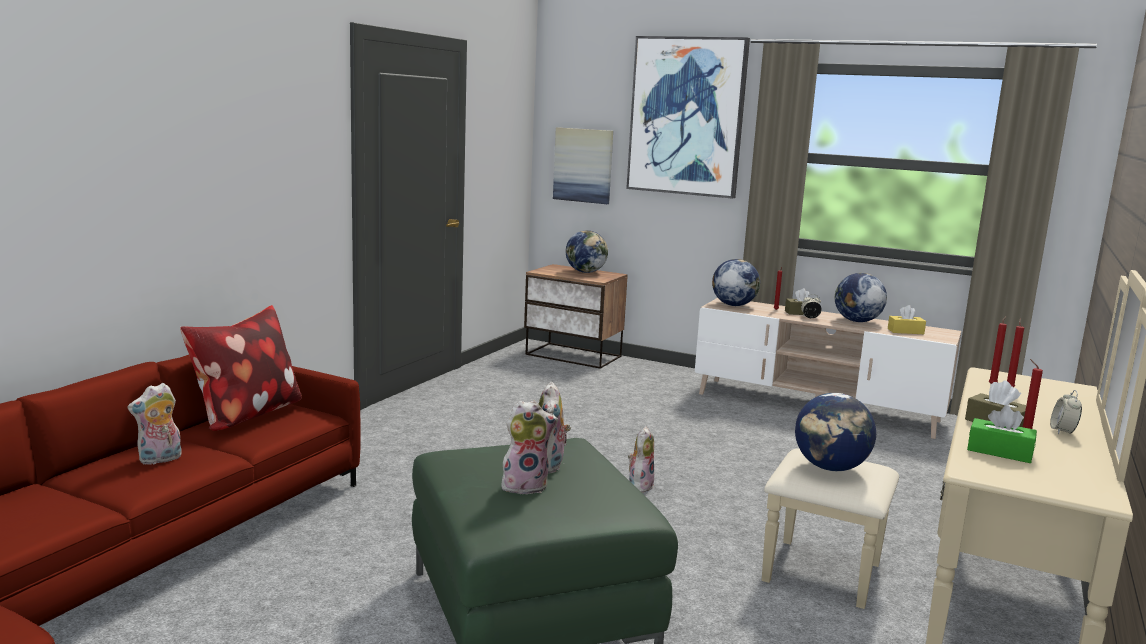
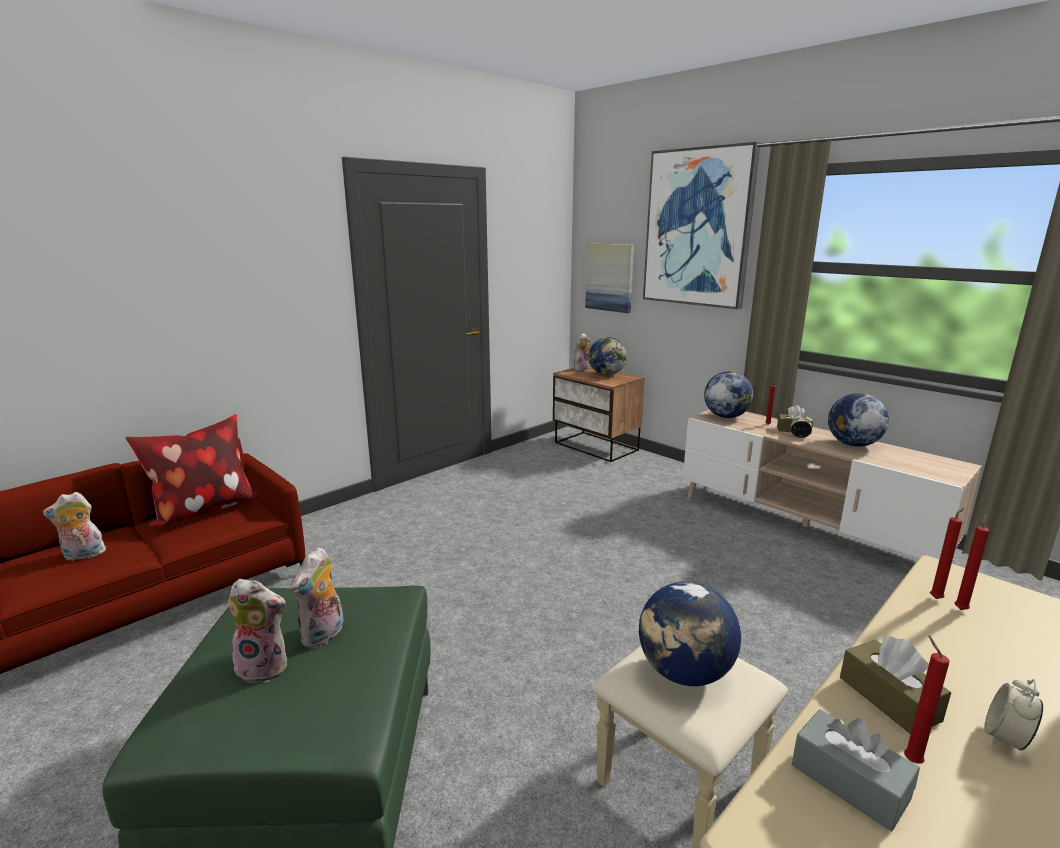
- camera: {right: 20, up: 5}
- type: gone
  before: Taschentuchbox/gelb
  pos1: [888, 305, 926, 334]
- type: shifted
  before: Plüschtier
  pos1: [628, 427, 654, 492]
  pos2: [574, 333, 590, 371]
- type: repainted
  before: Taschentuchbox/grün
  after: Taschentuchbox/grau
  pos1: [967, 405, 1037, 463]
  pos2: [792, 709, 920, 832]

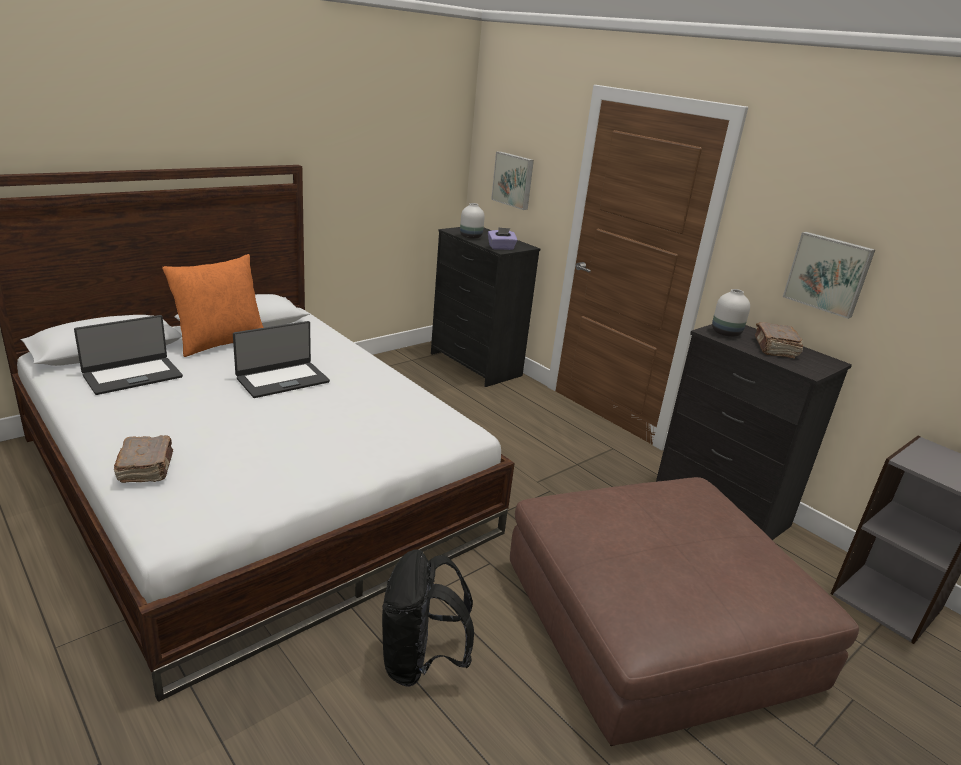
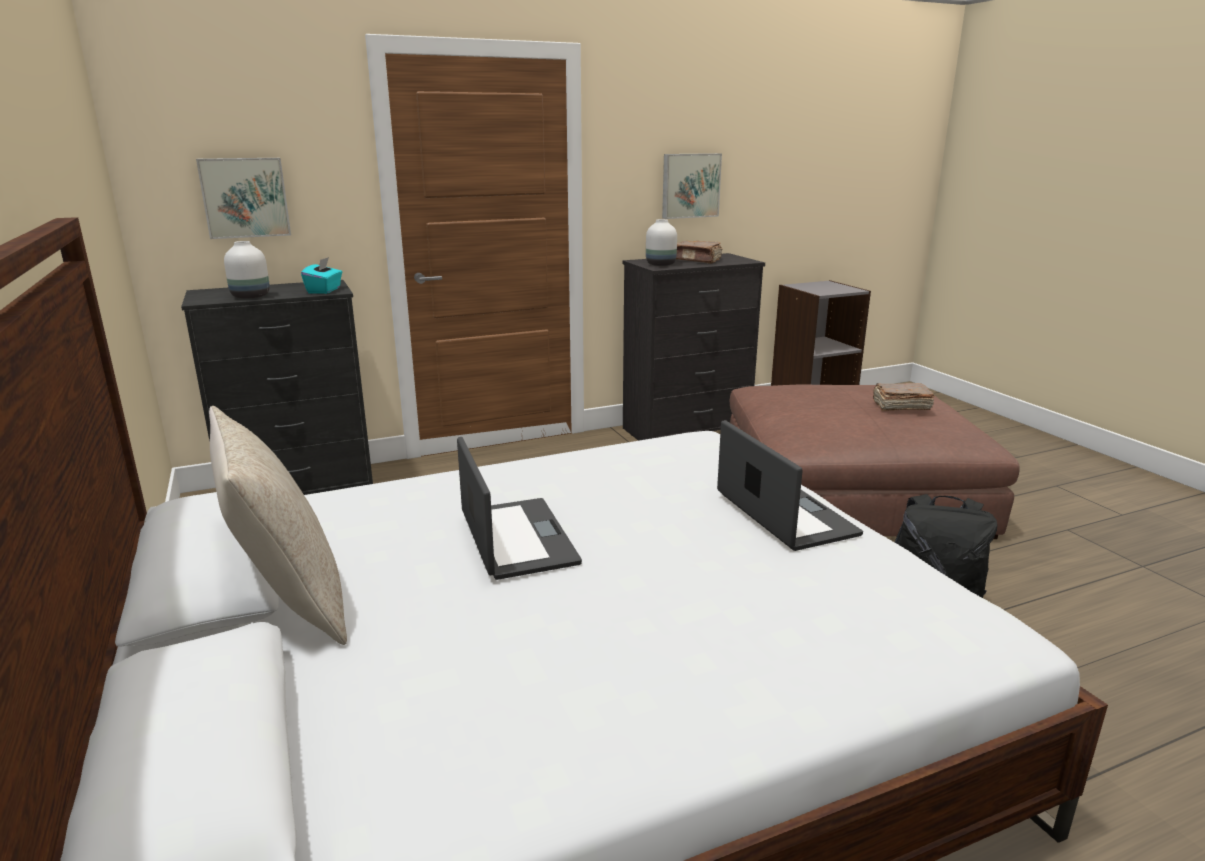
- camera: {right: -70, up: -5}
- type: shifted
  before: Laptop
  pos1: [74, 315, 183, 395]
  pos2: [717, 420, 863, 551]
- type: shifted
  before: Buch/braun
  pos1: [114, 435, 173, 483]
  pos2: [873, 383, 935, 411]
- type: repainted
  before: Kissen/orange
  after: Kissen/beige
  pos1: [162, 254, 264, 357]
  pos2: [209, 406, 347, 645]
- type: repainted
  before: Taschentuchbox/lila
  after: Taschentuchbox/türkis
  pos1: [488, 228, 518, 250]
  pos2: [301, 257, 342, 294]

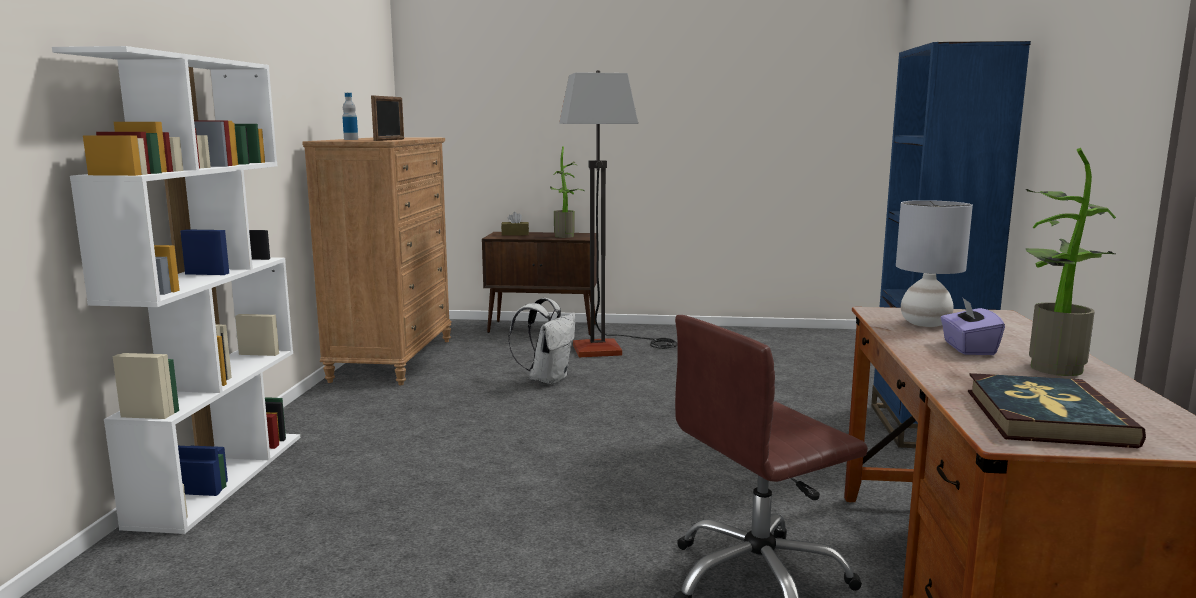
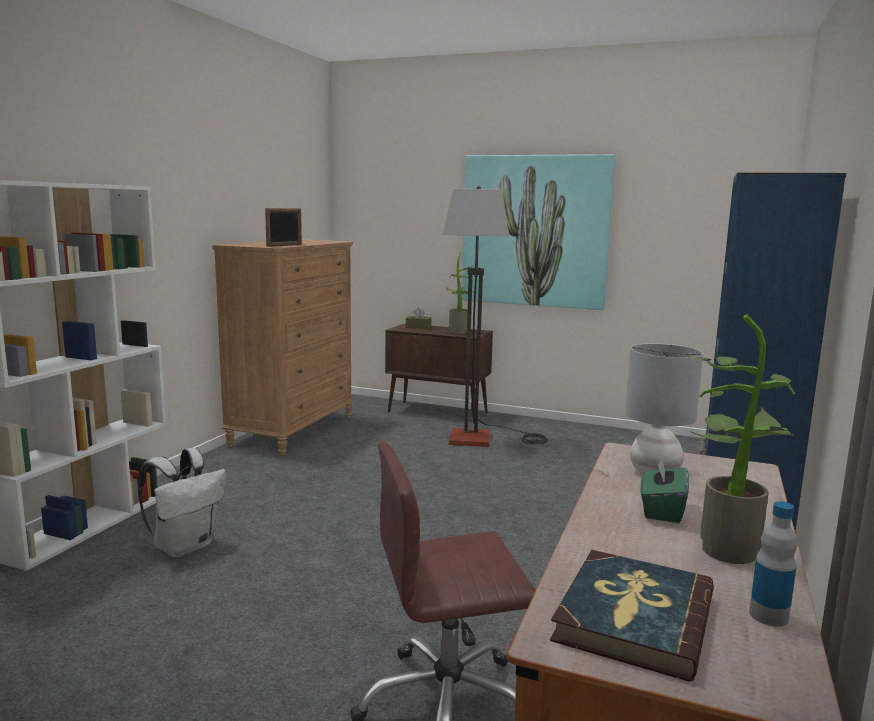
- camera: {right: 15, up: 0}
- type: new
  after: Bild
  pos2: [462, 154, 615, 310]
- type: shifted
  before: Flasche
  pos1: [342, 93, 358, 140]
  pos2: [749, 501, 798, 626]
- type: shifted
  before: Rucksack/weiß
  pos1: [508, 298, 575, 385]
  pos2: [138, 448, 226, 557]
- type: repainted
  before: Taschentuchbox/lila
  after: Taschentuchbox/grün
  pos1: [941, 297, 1005, 355]
  pos2: [641, 456, 689, 523]

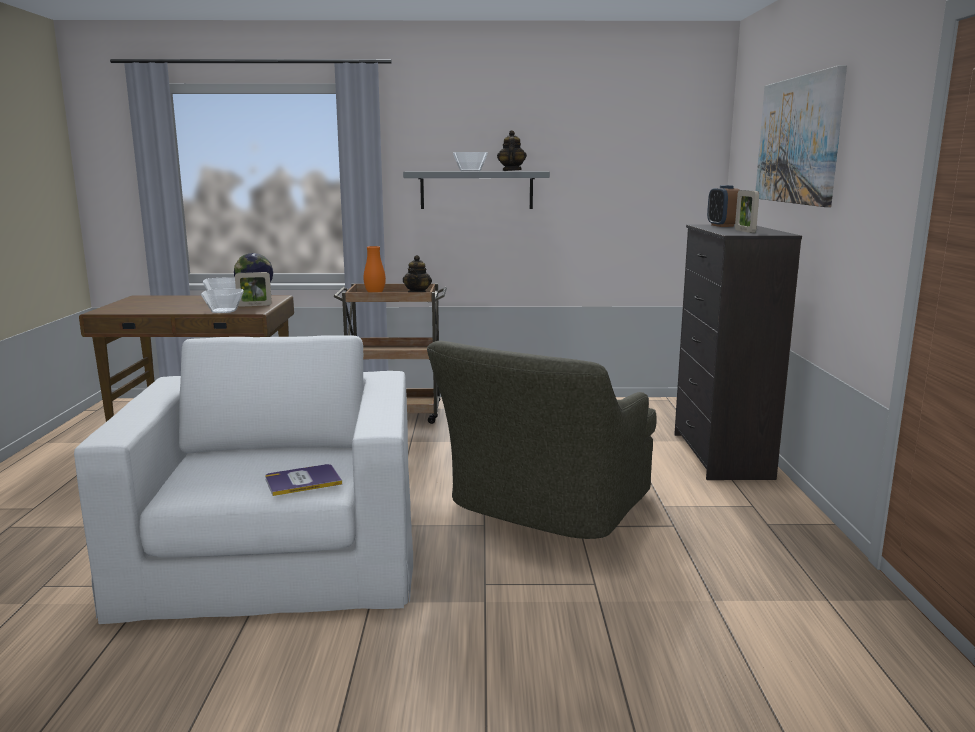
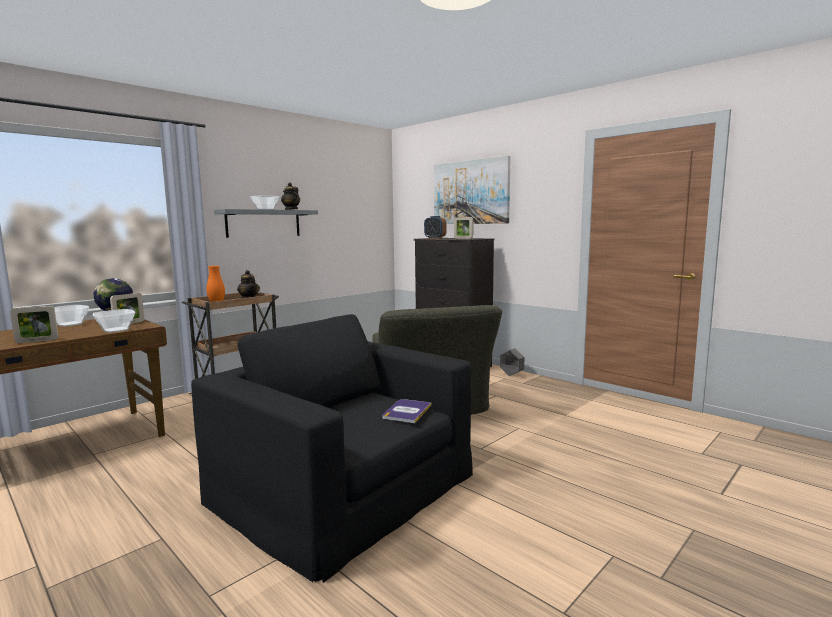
- camera: {right: -45, up: -5}
- type: new
  after: Bilderrahmen
  pos2: [10, 306, 58, 343]
- type: new
  after: Pflanzkübel/grau
  pos2: [500, 348, 524, 376]
- type: repainted
  before: Sessel/weiß
  after: Sessel/schwarz
  pos1: [74, 335, 413, 624]
  pos2: [191, 314, 473, 583]

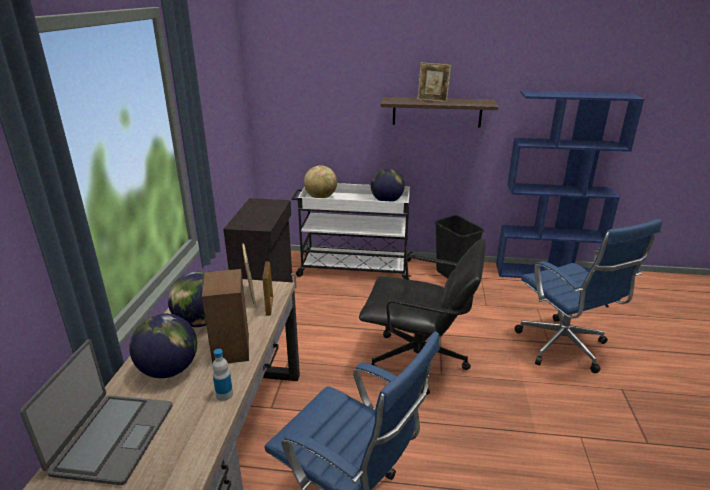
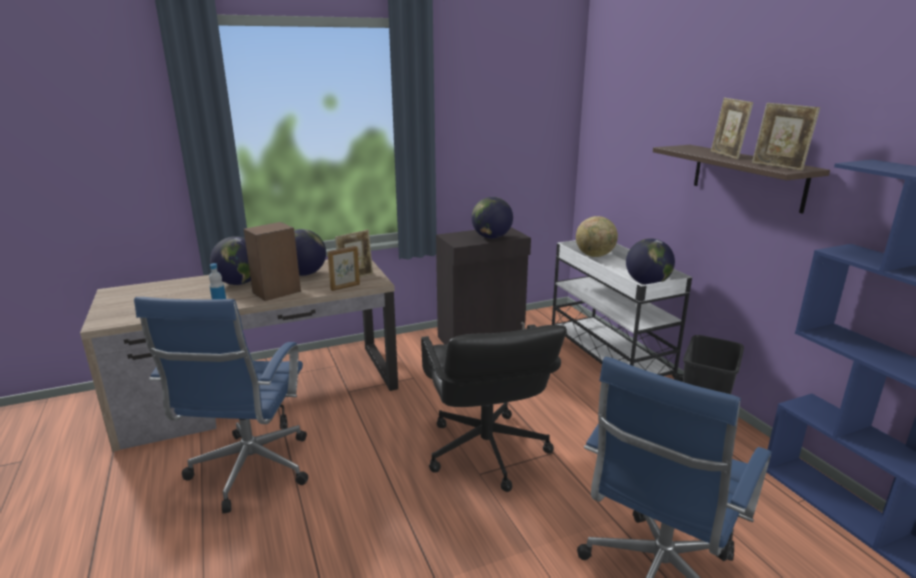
- camera: {right: 60, up: -5}
- type: gone
  before: Laptop
  pos1: [20, 339, 172, 485]
- type: new
  after: Globus
  pos2: [471, 197, 513, 239]
- type: new
  after: Bilderrahmen
  pos2: [752, 103, 820, 171]

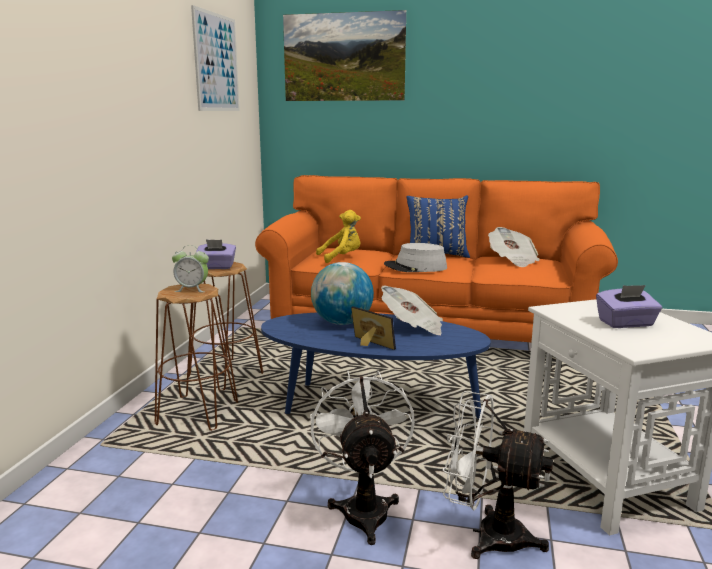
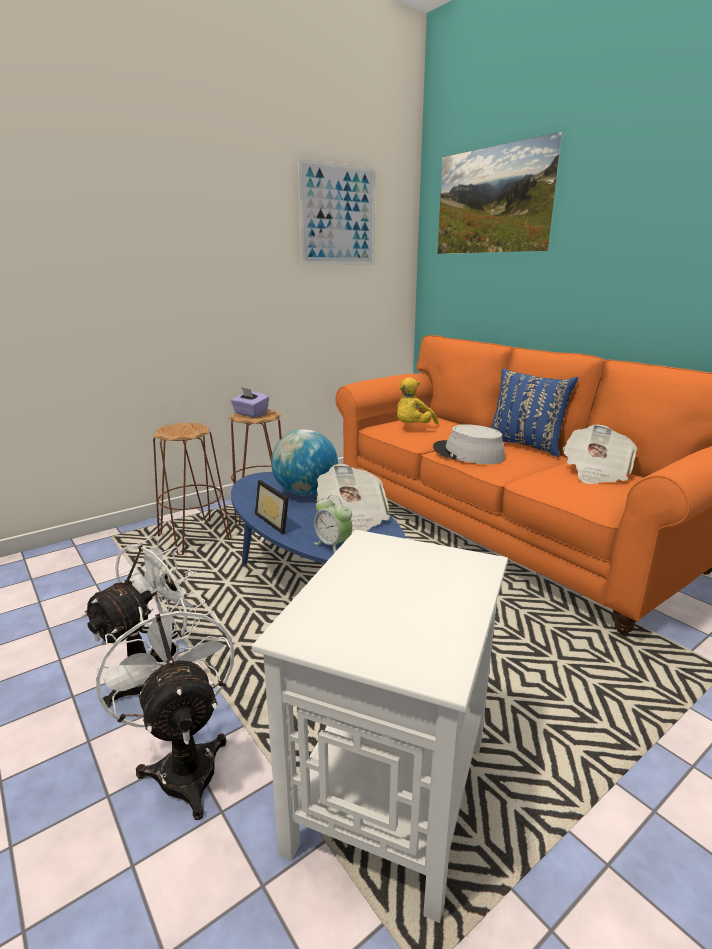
- camera: {right: 40, up: 5}
- type: gone
  before: Taschentuchbox/lila
  pos1: [596, 285, 662, 328]
- type: shifted
  before: Wecker
  pos1: [172, 245, 209, 292]
  pos2: [314, 495, 352, 553]
- type: rotated
  before: Plüschtier/gelb
  pos1: [316, 210, 361, 263]
  pos2: [397, 378, 438, 424]
  turn: 105
- type: rotated
  before: Bilderrahmen
  pos1: [351, 306, 396, 350]
  pos2: [255, 480, 289, 534]
  turn: 150

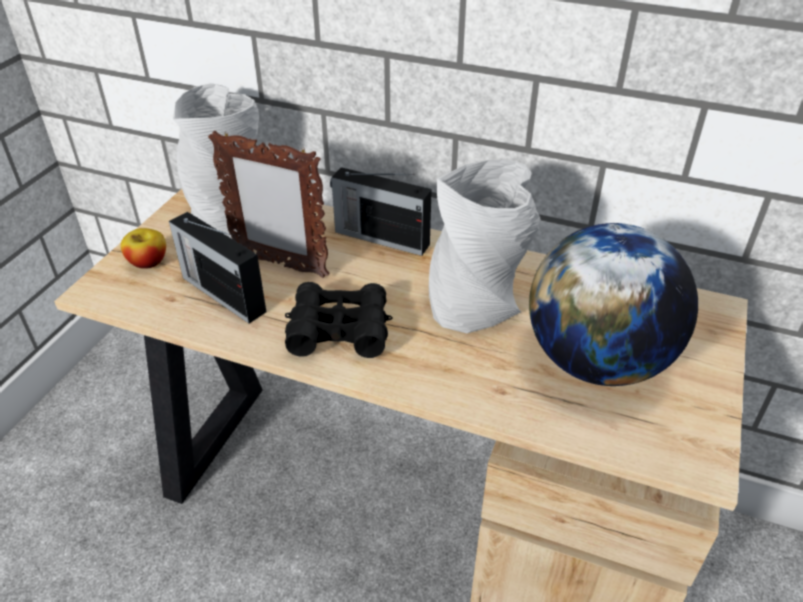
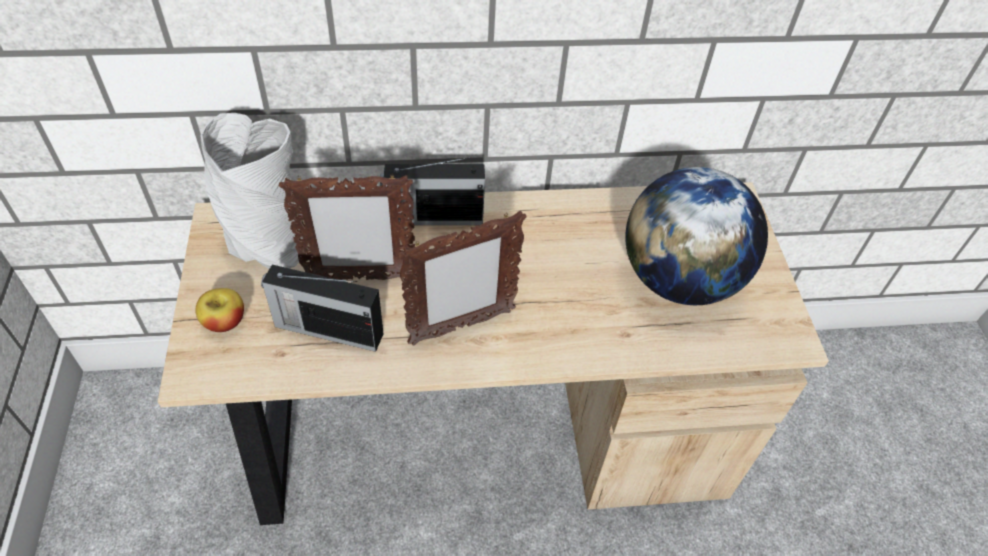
- camera: {right: -30, up: 10}
- type: gone
  before: Vase/grau
  pos1: [429, 160, 541, 333]
- type: swapped
  before: Fernglas/schwarz
  after: Bilderrahmen
  pos1: [285, 282, 392, 358]
  pos2: [397, 211, 527, 346]

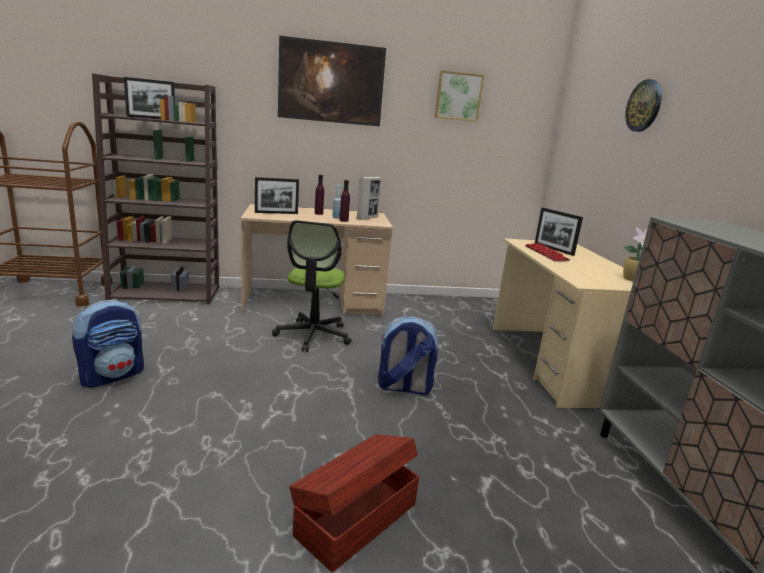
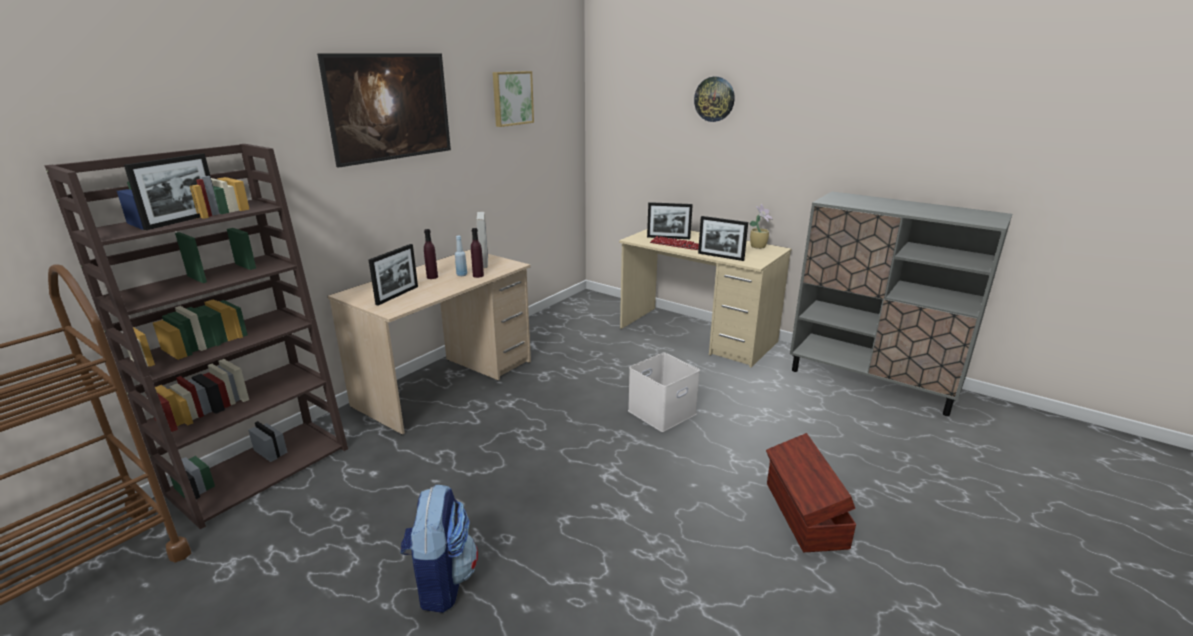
- camera: {right: -45, up: 5}
- type: gone
  before: Bürostuhl
  pos1: [272, 220, 351, 352]
- type: new
  after: Bilderrahmen
  pos2: [698, 216, 748, 261]
- type: swapped
  before: Rucksack
  after: Aufbewahrungsbox/weiß
  pos1: [378, 316, 439, 395]
  pos2: [628, 353, 700, 432]

